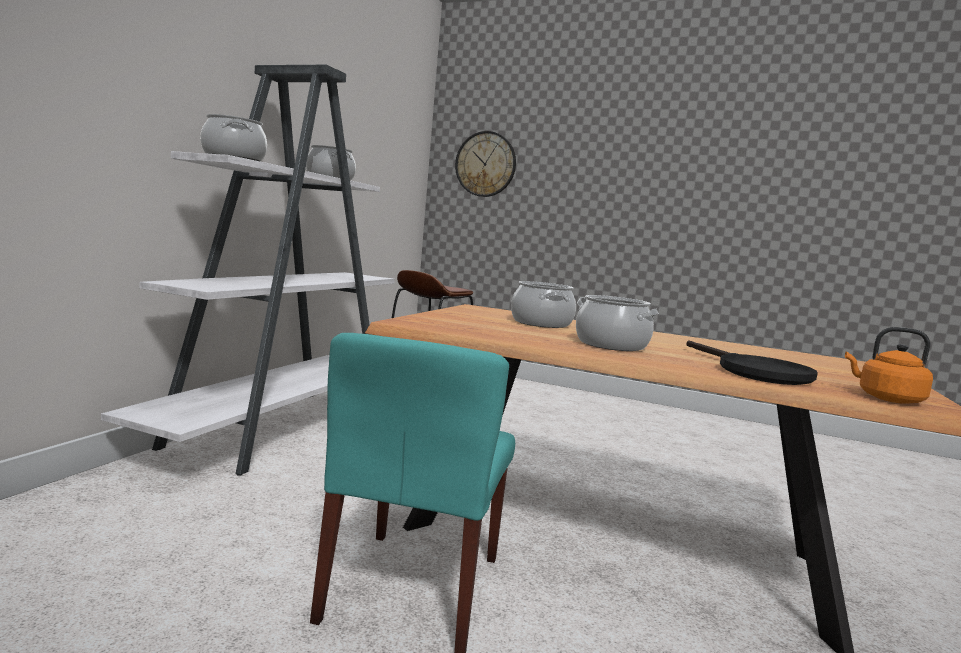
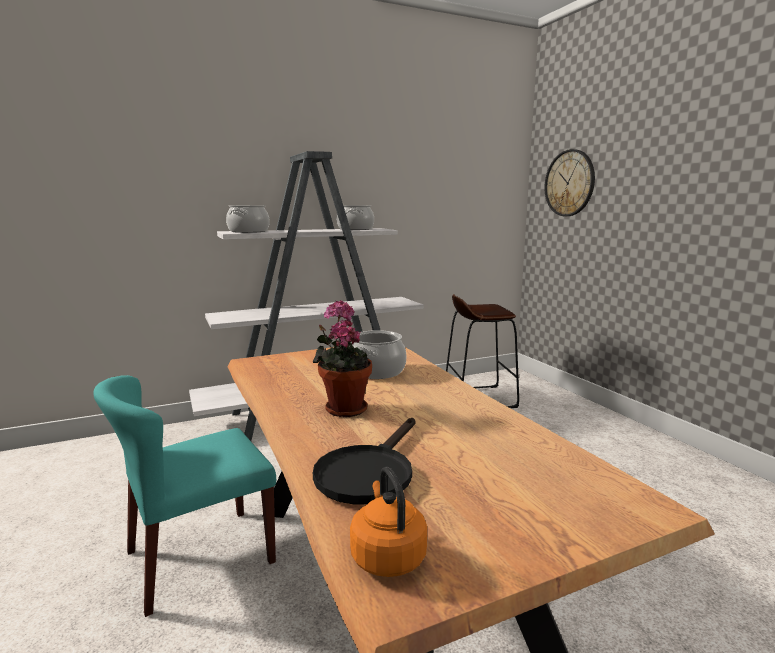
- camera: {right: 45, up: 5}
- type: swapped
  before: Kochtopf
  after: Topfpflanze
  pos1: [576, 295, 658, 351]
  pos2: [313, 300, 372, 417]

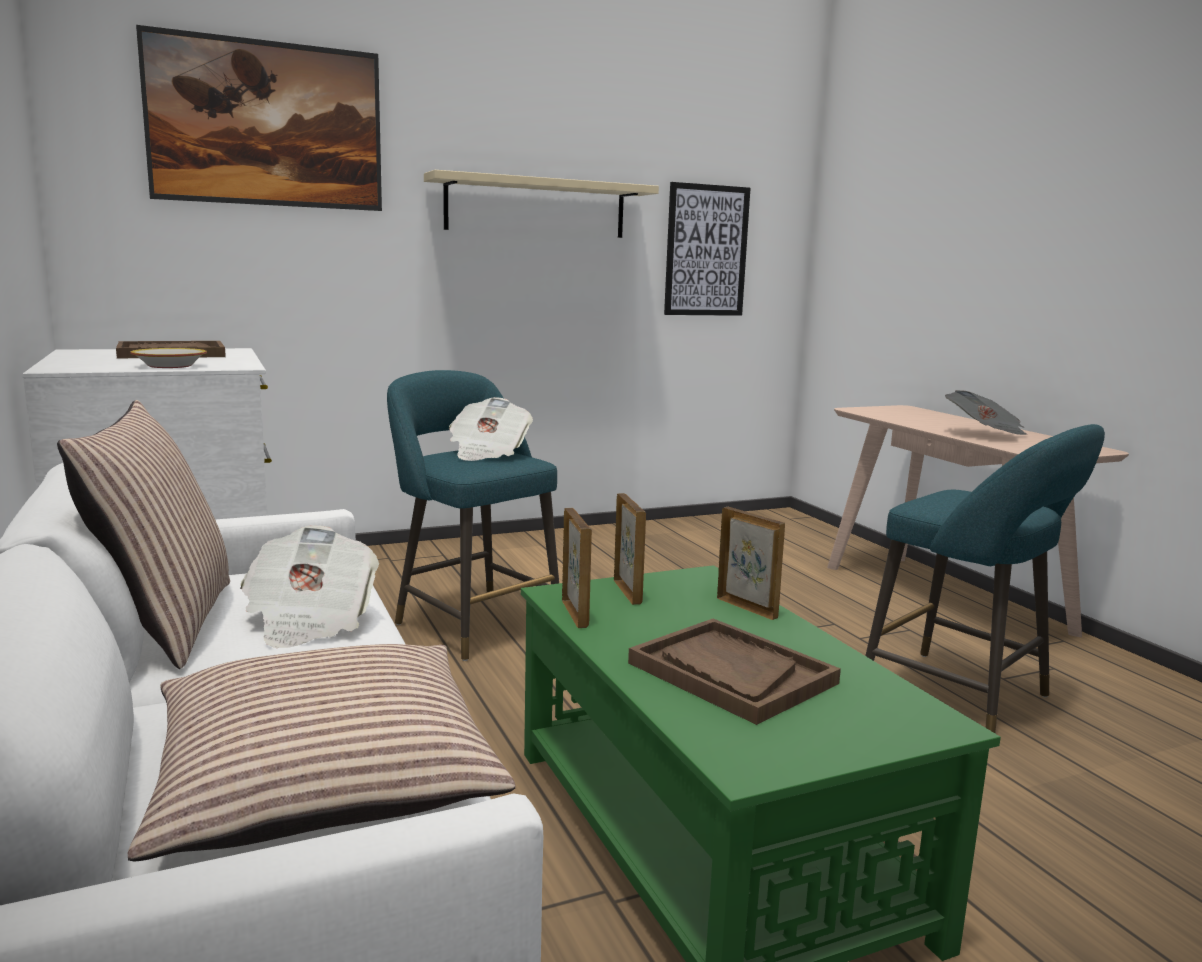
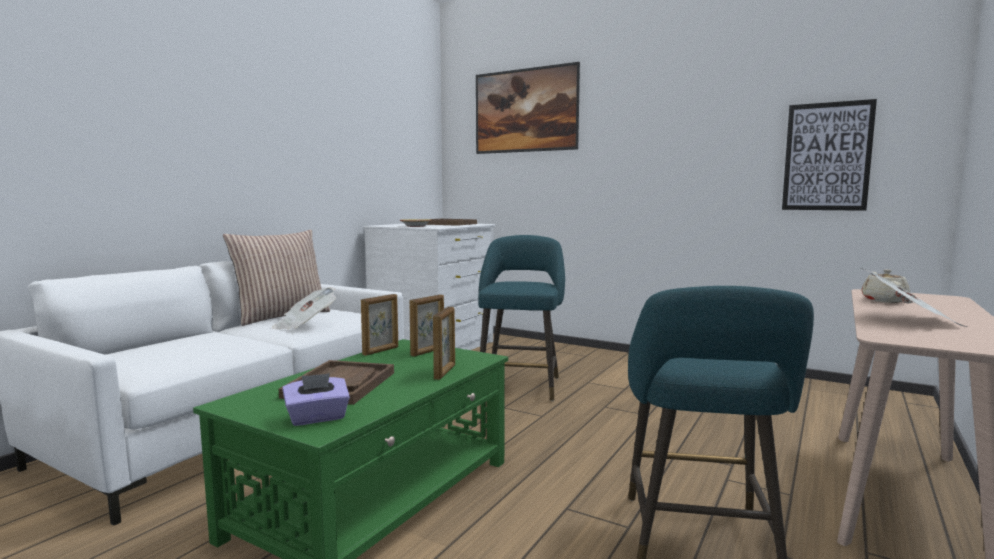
- camera: {right: 55, up: -5}
- type: gone
  before: Kissen
  pos1: [128, 644, 515, 862]
- type: gone
  before: Wandregal/beige
  pos1: [424, 170, 659, 238]
- type: gone
  before: Zeitung
  pos1: [449, 397, 533, 461]
- type: new
  after: Taschentuchbox/lila
  pos2: [282, 373, 350, 426]
- type: new
  after: Teekanne/beige
  pos2: [861, 269, 910, 303]

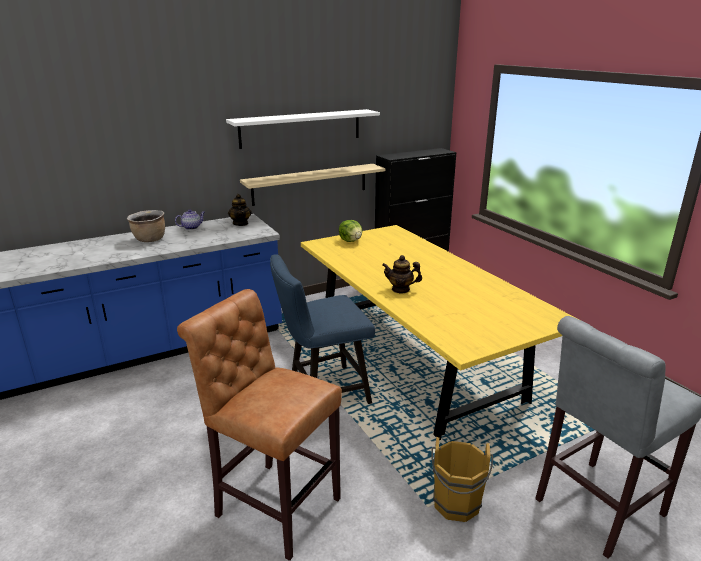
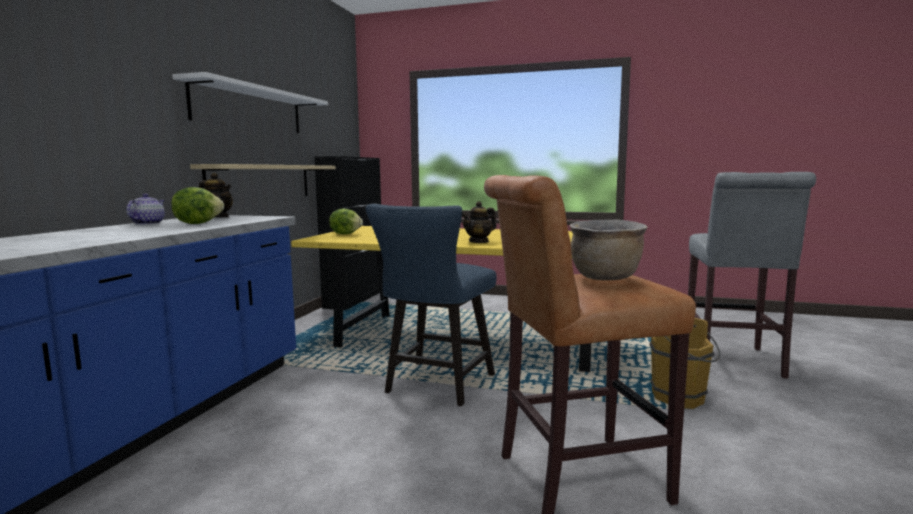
- camera: {right: -45, up: -15}
- type: new
  after: Salatkopf
  pos2: [171, 187, 224, 224]
- type: shifted
  before: Kochtopf/braun
  pos1: [127, 210, 165, 242]
  pos2: [570, 219, 648, 280]

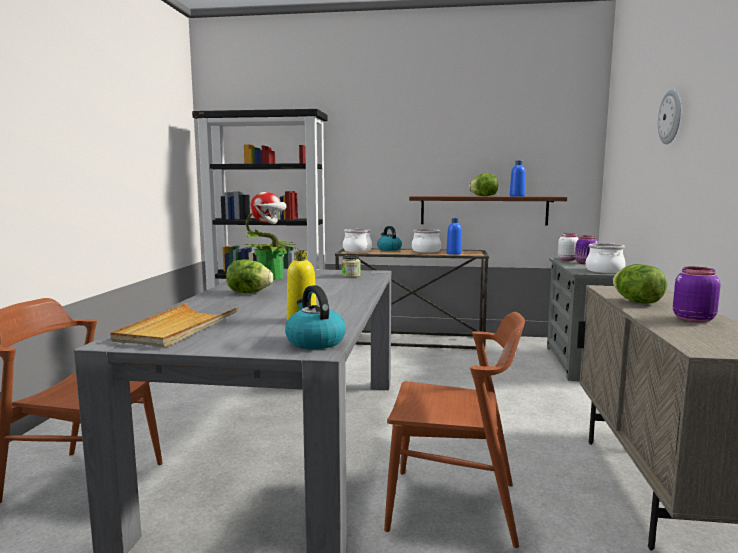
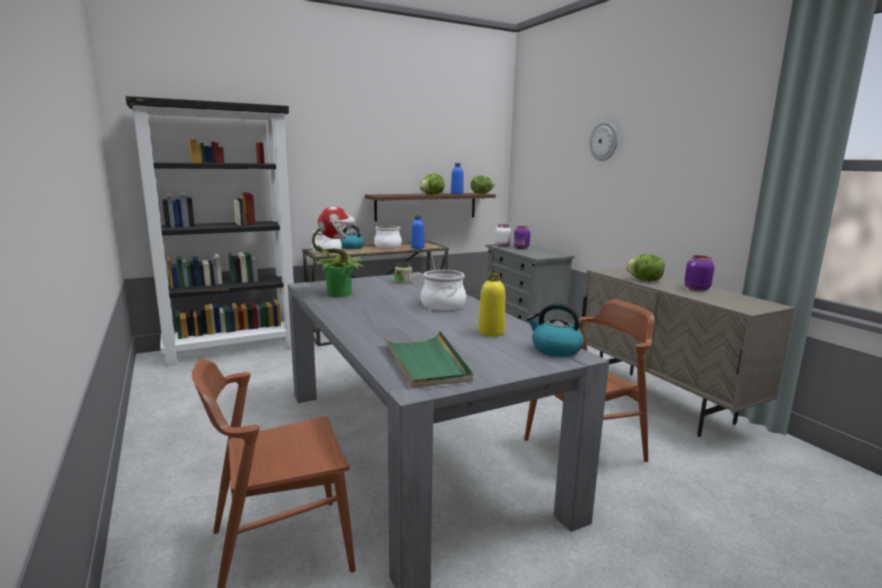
- camera: {right: -35, up: 5}
- type: shifted
  before: Salatkopf
  pos1: [226, 259, 273, 293]
  pos2: [471, 176, 494, 194]
- type: shifted
  before: Kochtopf
  pos1: [586, 243, 626, 273]
  pos2: [421, 270, 466, 311]
- type: repainted
  before: Tablett/beige
  after: Tablett/grün
  pos1: [110, 303, 239, 347]
  pos2: [383, 331, 473, 388]

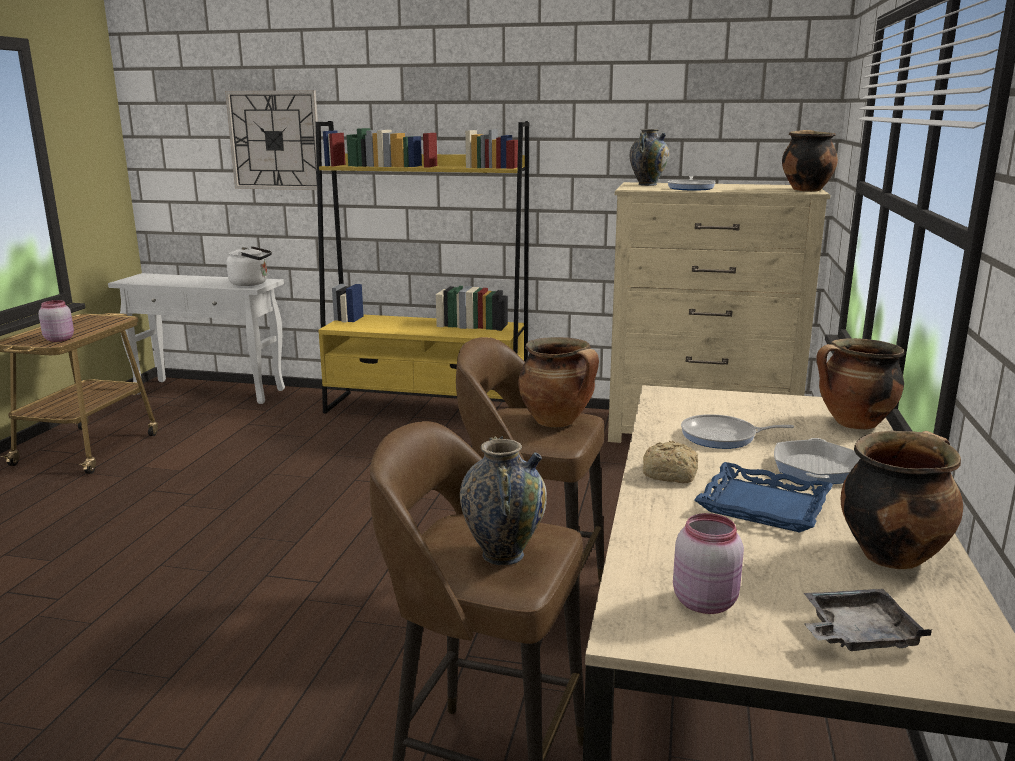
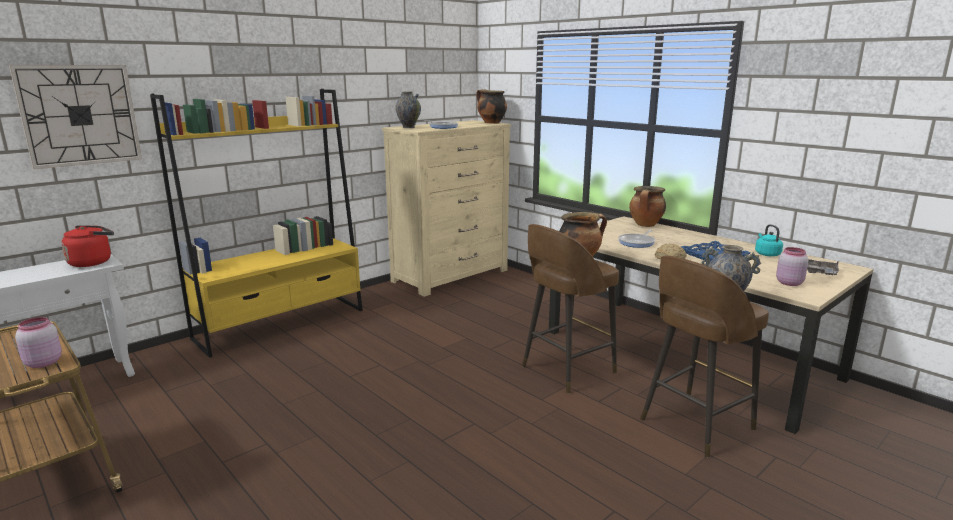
- camera: {right: -55, up: 0}
- type: gone
  before: Pfanne
  pos1: [774, 438, 860, 484]
- type: swapped
  before: Kochtopf
  after: Wasserkessel/türkis
  pos1: [841, 431, 963, 569]
  pos2: [755, 224, 783, 256]
- type: repainted
  before: Wasserkessel/weiß
  after: Wasserkessel/rot
  pos1: [226, 246, 272, 286]
  pos2: [61, 225, 114, 267]

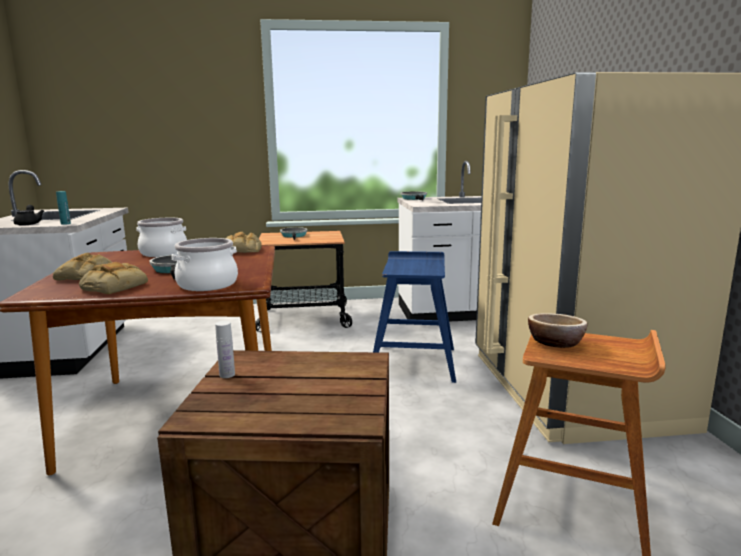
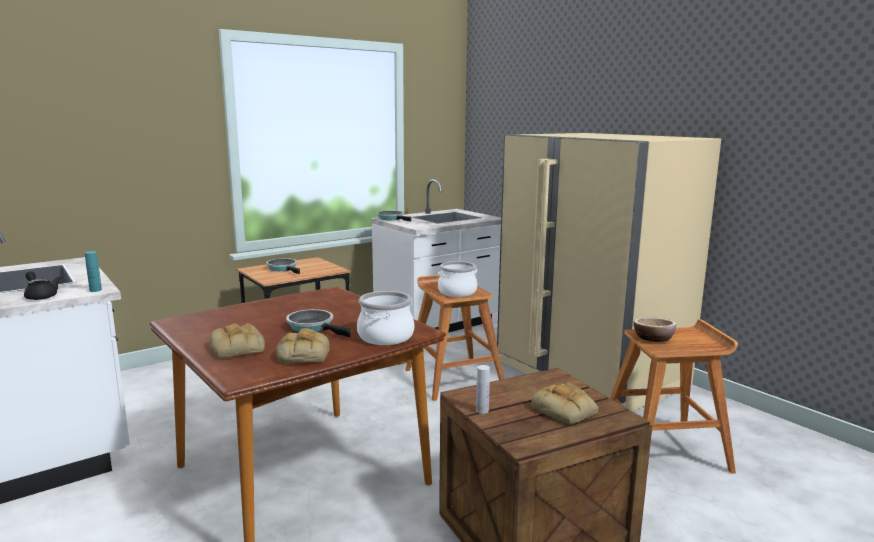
- camera: {right: -30, up: 0}
- type: shifted
  before: Kochtopf
  pos1: [136, 218, 187, 257]
  pos2: [438, 261, 477, 297]
- type: shifted
  before: Brot
  pos1: [226, 232, 262, 253]
  pos2: [531, 383, 599, 424]
- type: repainted
  before: Hocker/blau
  after: Hocker/braun
  pos1: [373, 251, 456, 383]
  pos2: [405, 275, 504, 401]

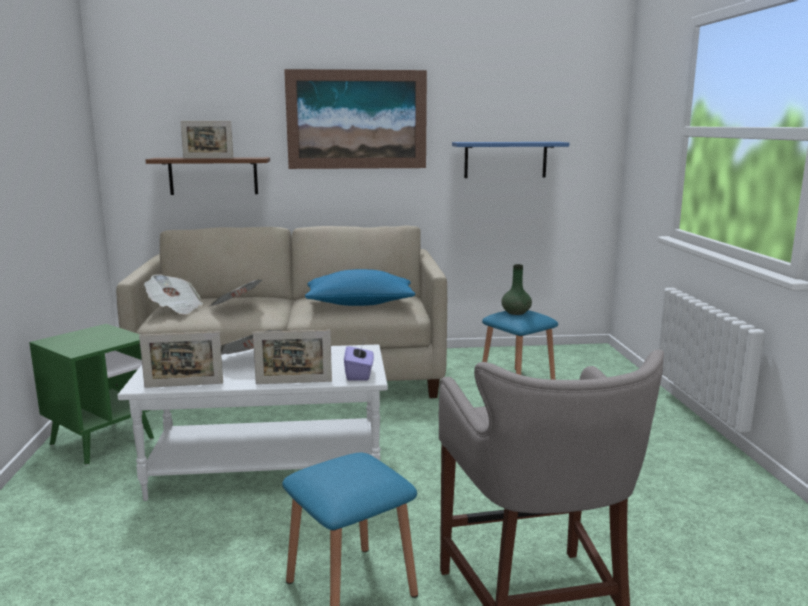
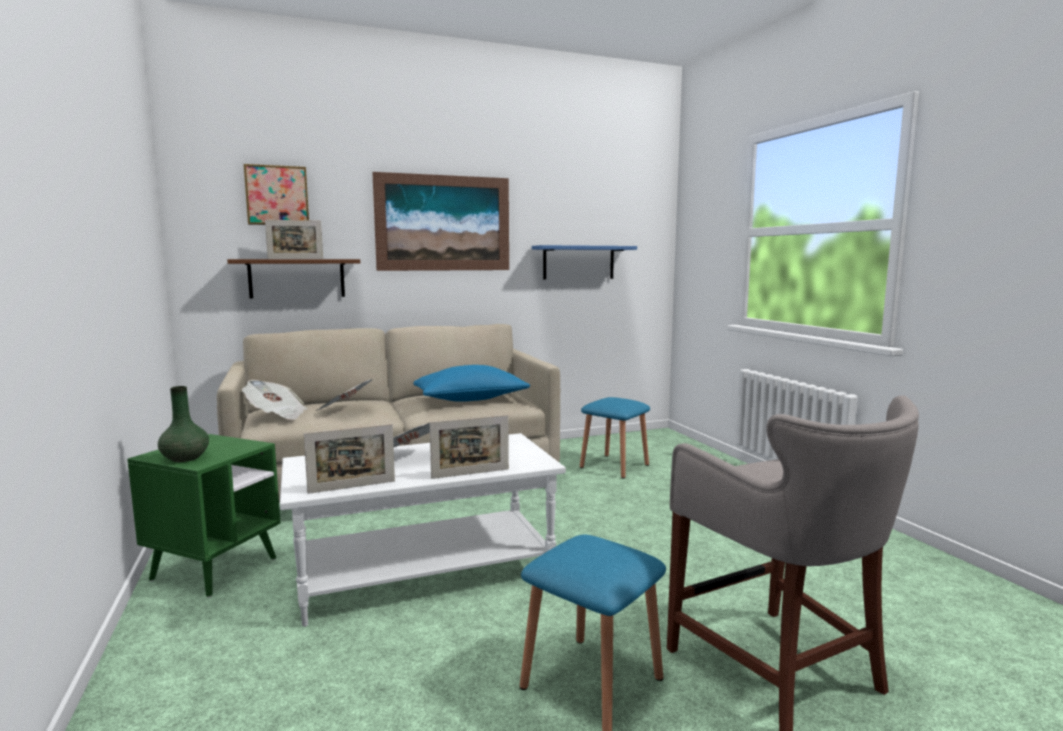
- camera: {right: -15, up: -5}
- type: gone
  before: Taschentuchbox/lila
  pos1: [344, 342, 374, 381]
- type: new
  after: Bild
  pos2: [244, 164, 309, 225]
- type: shifted
  before: Vase/grün
  pos1: [501, 264, 532, 315]
  pos2: [158, 386, 209, 462]

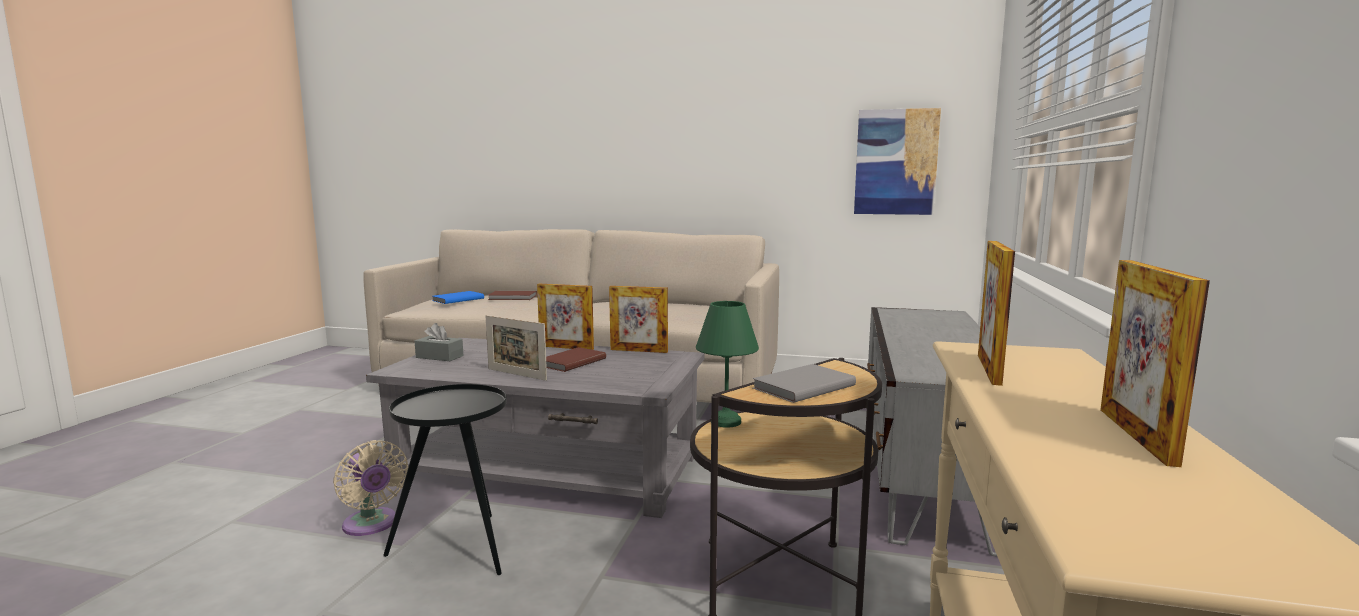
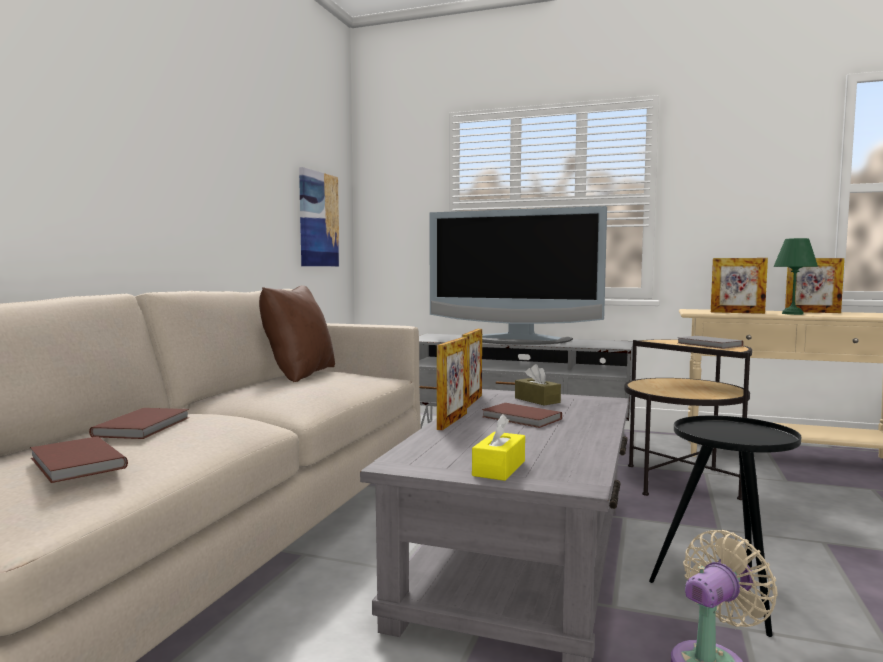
- camera: {right: -85, up: -5}
- type: gone
  before: Bilderrahmen
  pos1: [486, 315, 547, 381]
- type: new
  after: Kissen/braun
  pos2: [259, 285, 335, 382]
- type: new
  after: Fernseher
  pos2: [430, 206, 607, 345]
- type: new
  after: Taschentuchbox/braun
  pos2: [515, 364, 561, 406]
- type: shifted
  before: Tischlampe/grün
  pos1: [696, 301, 759, 428]
  pos2: [774, 238, 818, 315]
- type: repainted
  before: Taschentuchbox/grau
  after: Taschentuchbox/gelb
  pos1: [415, 323, 464, 361]
  pos2: [472, 414, 525, 481]
- type: repainted
  before: Buch/blau
  after: Buch/braun
  pos1: [432, 291, 484, 304]
  pos2: [30, 436, 128, 483]

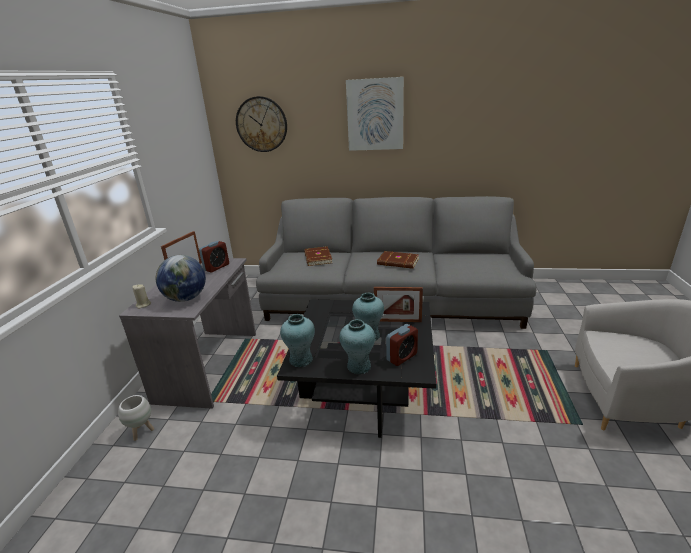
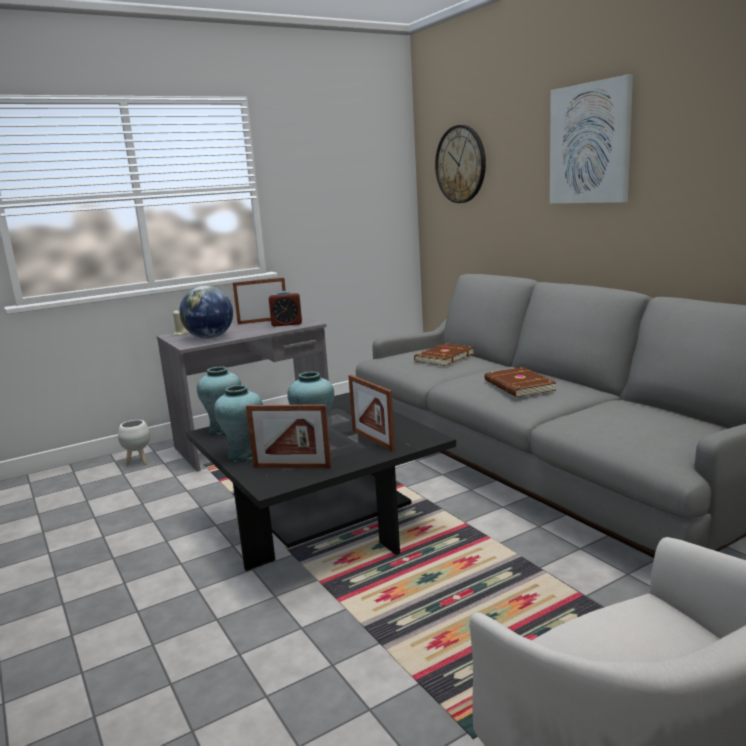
- camera: {right: 50, up: -10}
- type: swapped
  before: Wecker
  after: Bilderrahmen
  pos1: [386, 324, 418, 366]
  pos2: [246, 404, 332, 468]

